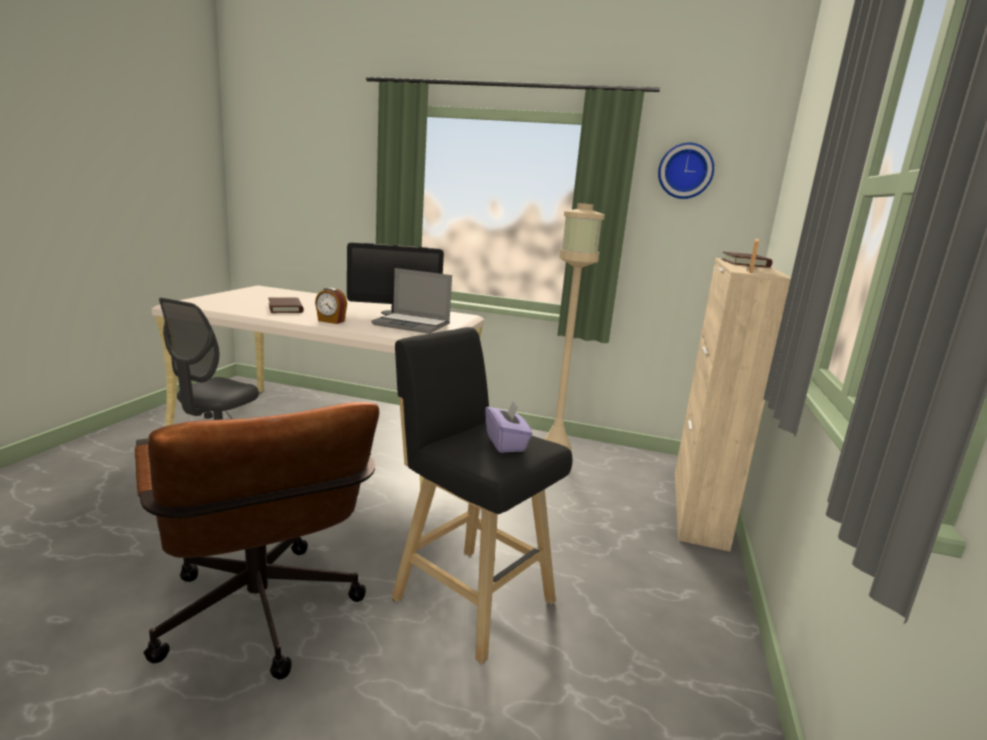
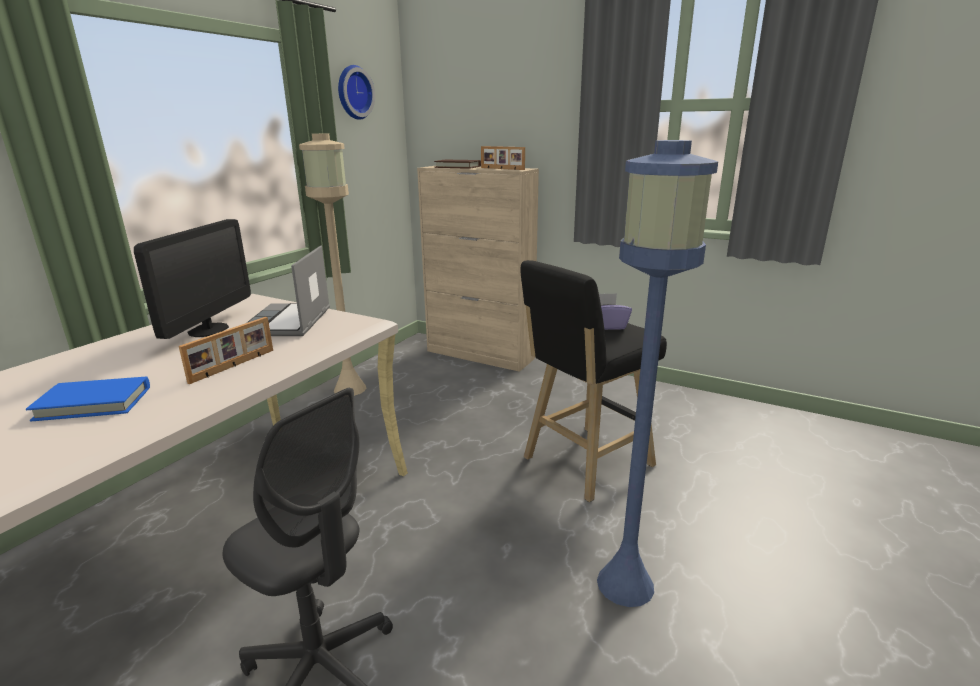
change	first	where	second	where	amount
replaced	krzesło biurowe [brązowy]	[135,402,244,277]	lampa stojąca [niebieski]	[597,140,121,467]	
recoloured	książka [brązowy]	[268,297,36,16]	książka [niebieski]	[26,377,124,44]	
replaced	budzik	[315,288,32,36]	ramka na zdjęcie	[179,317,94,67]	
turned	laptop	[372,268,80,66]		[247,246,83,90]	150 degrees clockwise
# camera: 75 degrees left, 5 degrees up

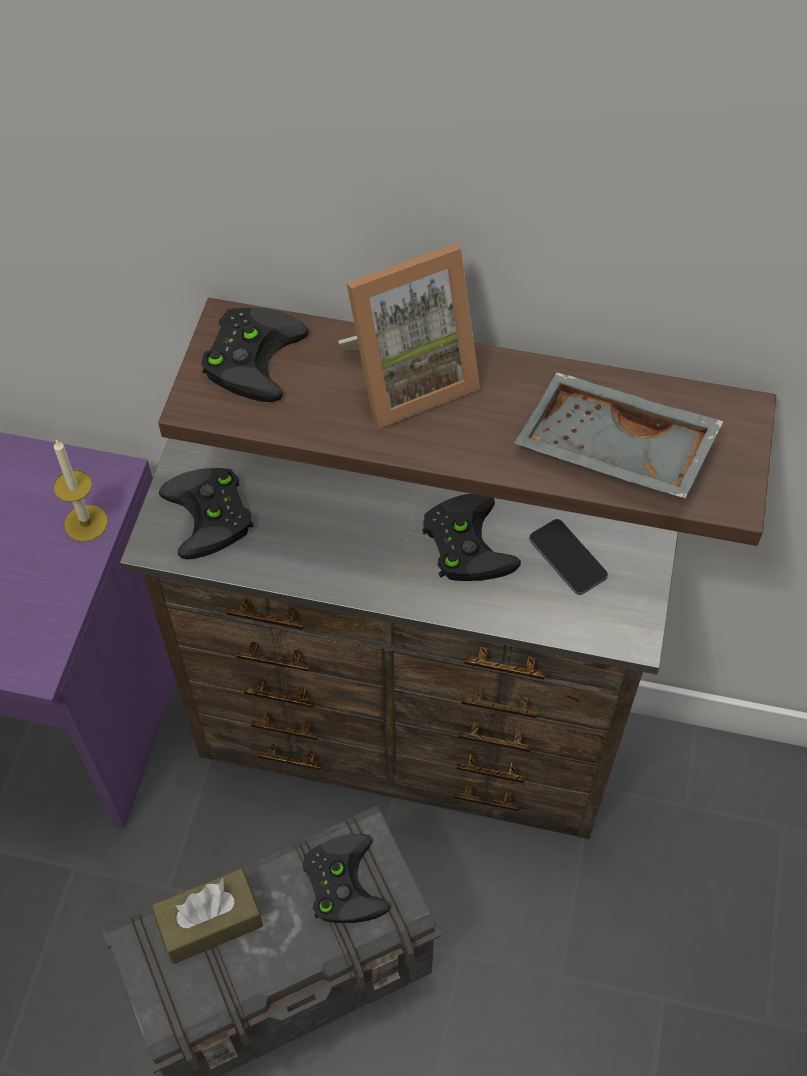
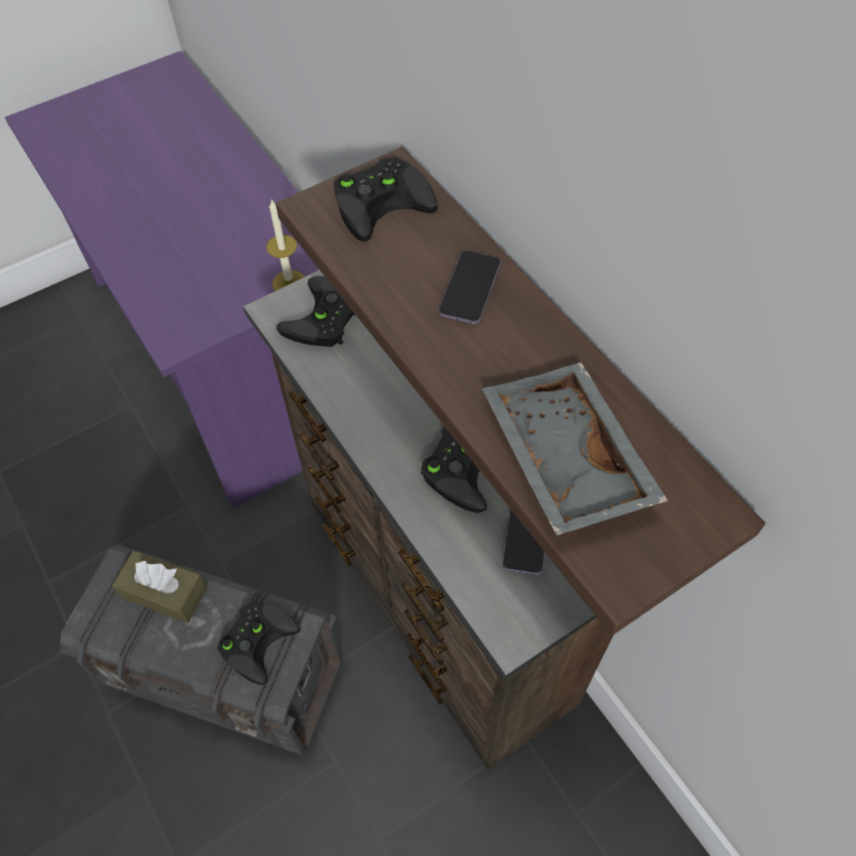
change	first	where	second	where	amount
replaced	ramka na zdjęcie	[338,244,142,185]	telefon	[439,251,62,73]	
# camera: 45 degrees right, 0 degrees up

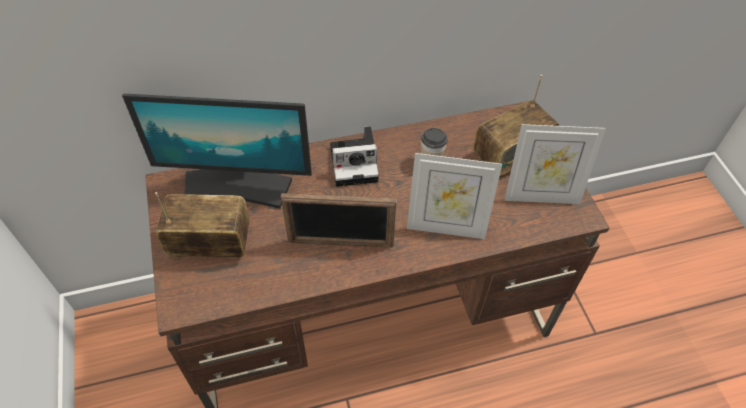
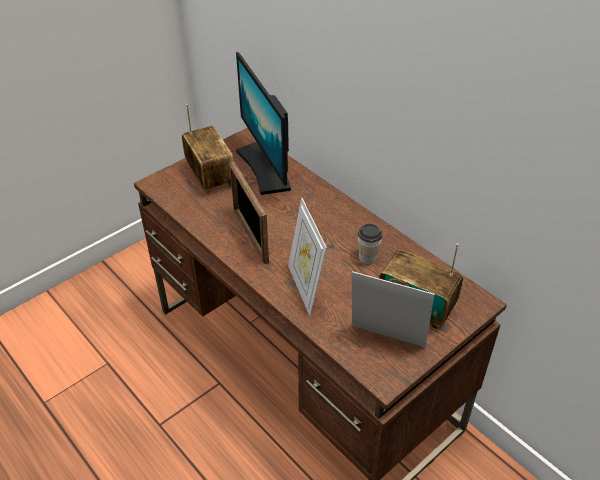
change	first	where	second	where	amount
removed	aparat fotograficzny	[330,126,49,61]			
turned	ramka na zdjęcie	[505,124,101,80]		[352,271,82,77]	135 degrees clockwise
# camera: 65 degrees right, 10 degrees down

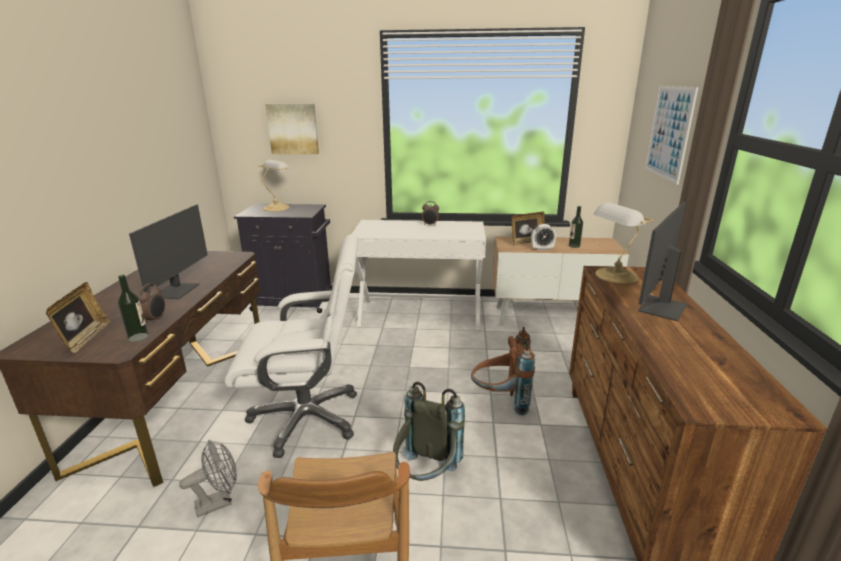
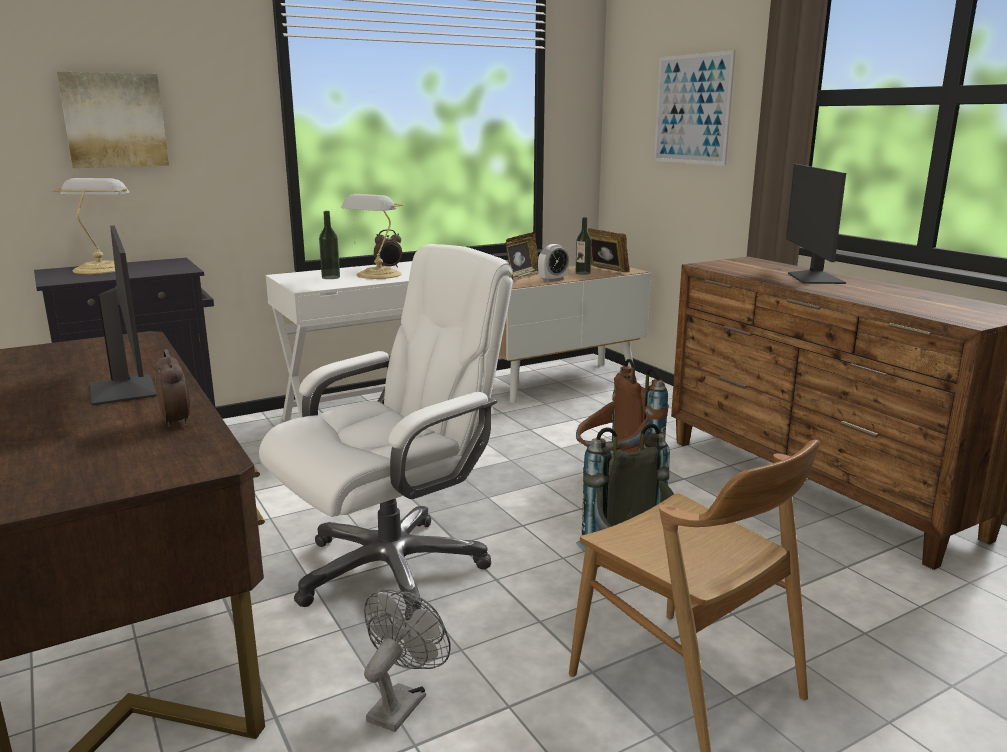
change	first	where	second	where	amount
moved	ramka na zdjęcie	[46,282,65,72]		[588,228,42,44]	
moved	butelka	[118,275,31,67]		[319,211,21,68]	
moved	lampa stołowa	[593,203,61,81]		[341,194,62,85]	
# camera: 35 degrees left, 5 degrees down

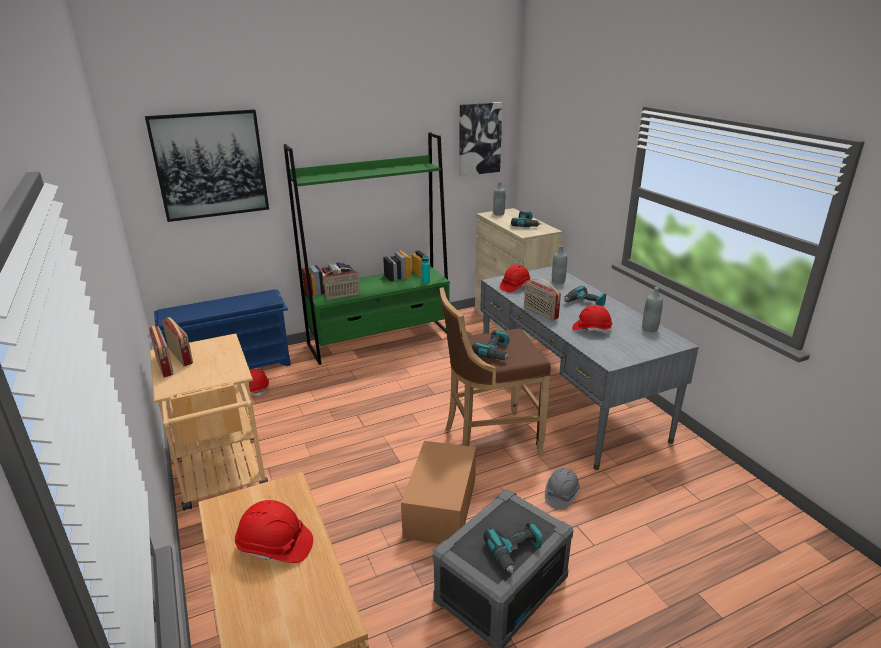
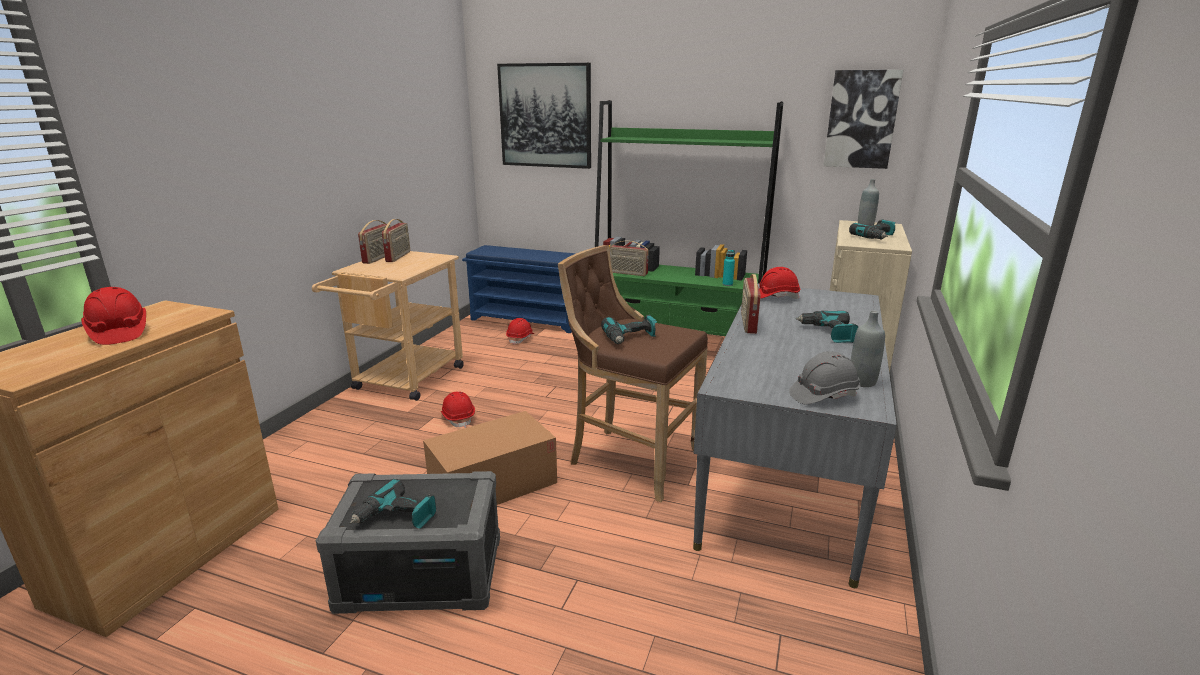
change	first	where	second	where	amount
moved	kask [szary]	[545,468,35,42]		[789,351,71,53]	
removed	butelka [szary]	[552,245,15,39]			
moved	kask [czerwony]	[572,305,41,29]		[441,391,34,37]	
# camera: 45 degrees right, 5 degrees down

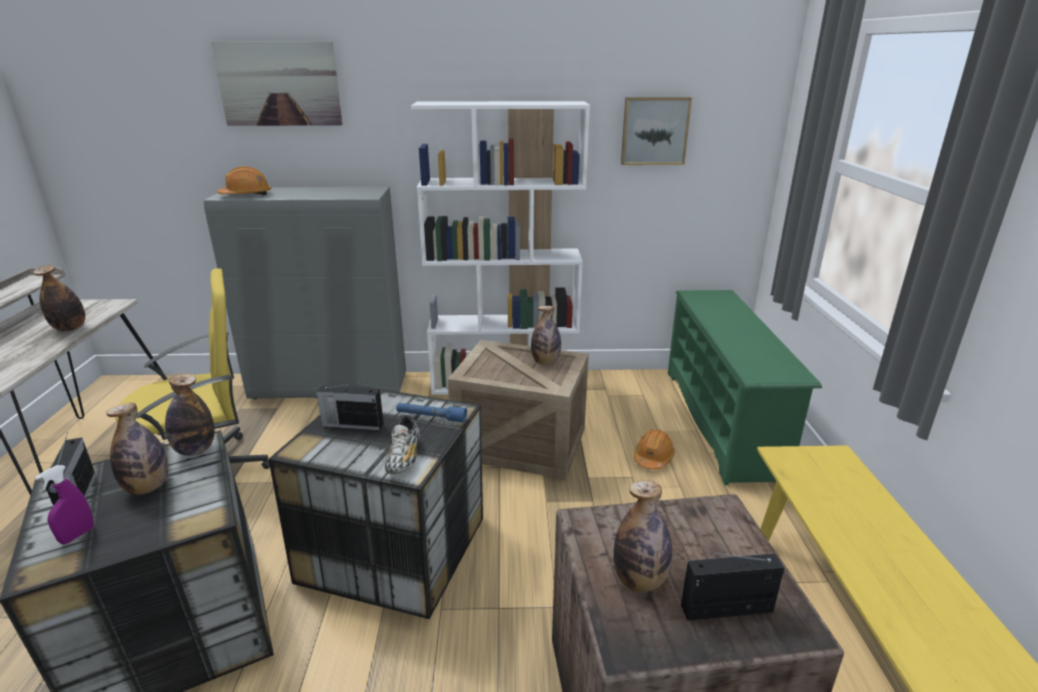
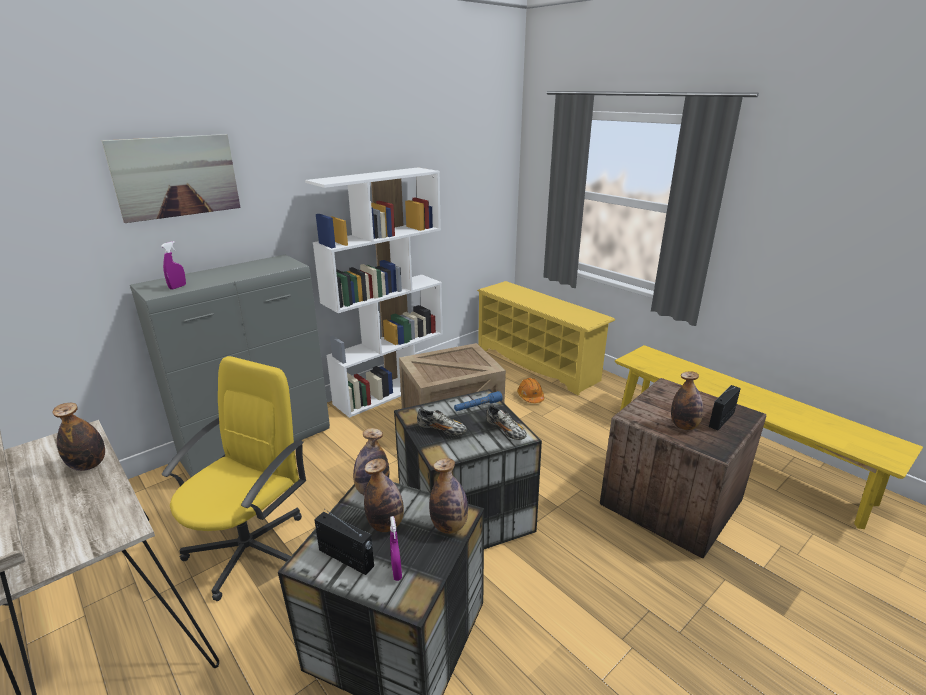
change	first	where	second	where	amount
replaced	kask [pomarańczowy]	[217,166,54,29]	spryskiwacz [fioletowy]	[161,241,25,49]	
replaced	radio	[316,381,68,49]	but	[417,408,50,27]	
moved	butelka	[531,306,30,59]		[429,458,39,76]	
removed	obraz	[621,97,71,68]			
recoloured	regał na buty [zielony]	[668,290,154,195]	regał na buty [żółty]	[477,281,138,114]	
# camera: 40 degrees left, 0 degrees up

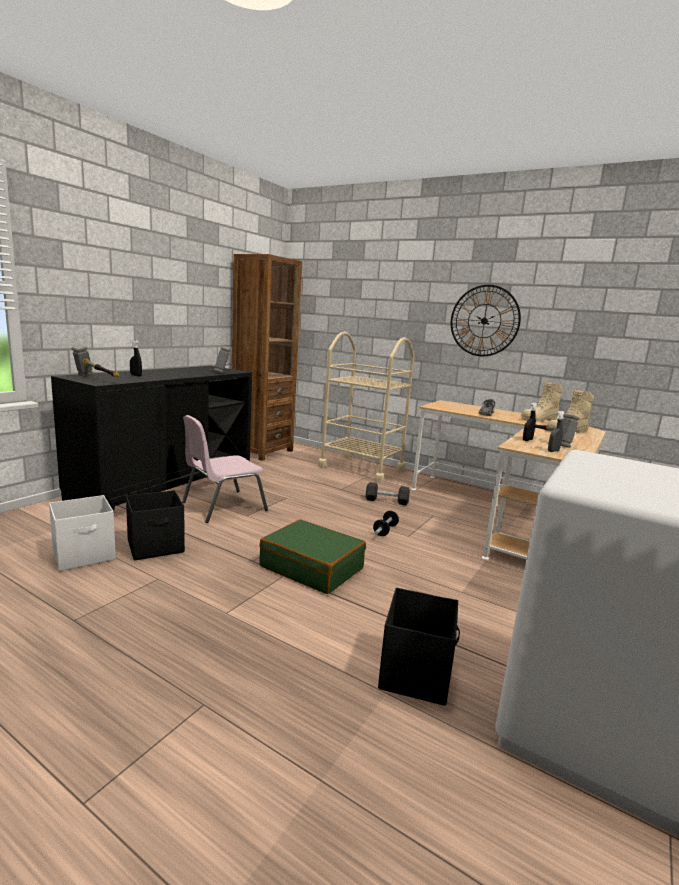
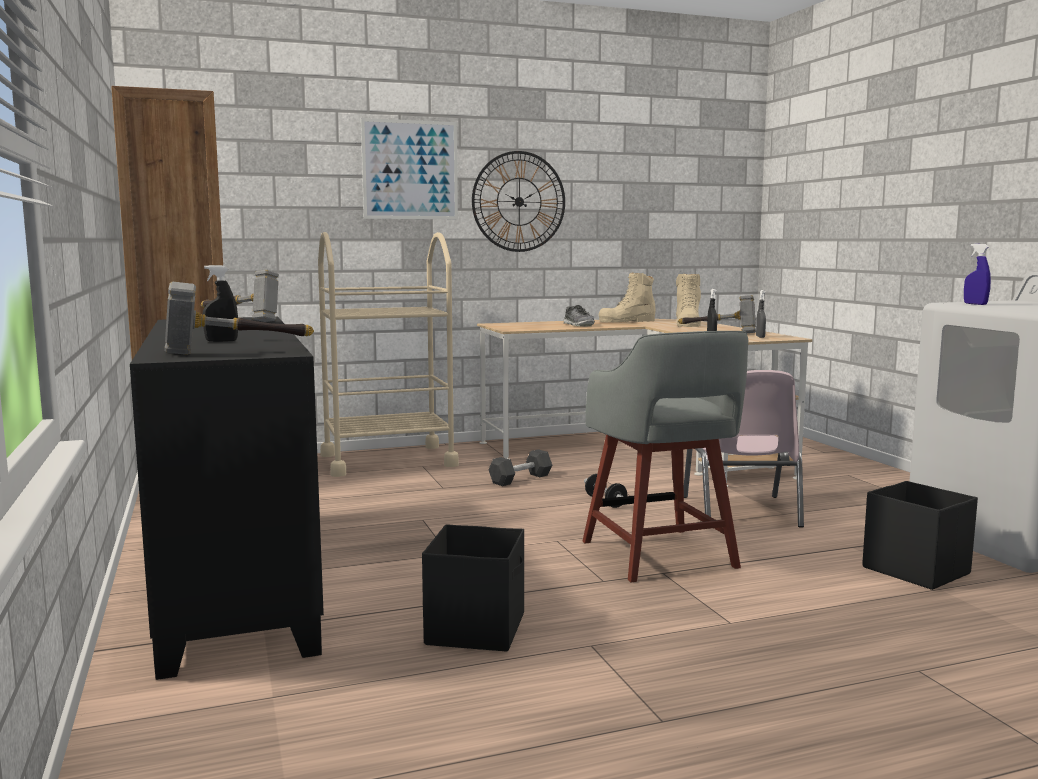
change	first	where	second	where	amount
removed	pojemnik do przechowywania [biały]	[49,495,67,76]			
moved	krzesło [różowy]	[182,415,86,108]		[684,370,120,157]	
replaced	walizka [zielony]	[259,519,107,75]	stołek [szary]	[582,331,166,251]	
turned	but z cholewką [beżowy]	[521,381,42,41]		[599,273,56,49]	60 degrees clockwise
added			obraz	[361,118,97,101]	
added			spryskiwacz [niebieski]	[964,244,27,61]	
# camera: 50 degrees left, 5 degrees down

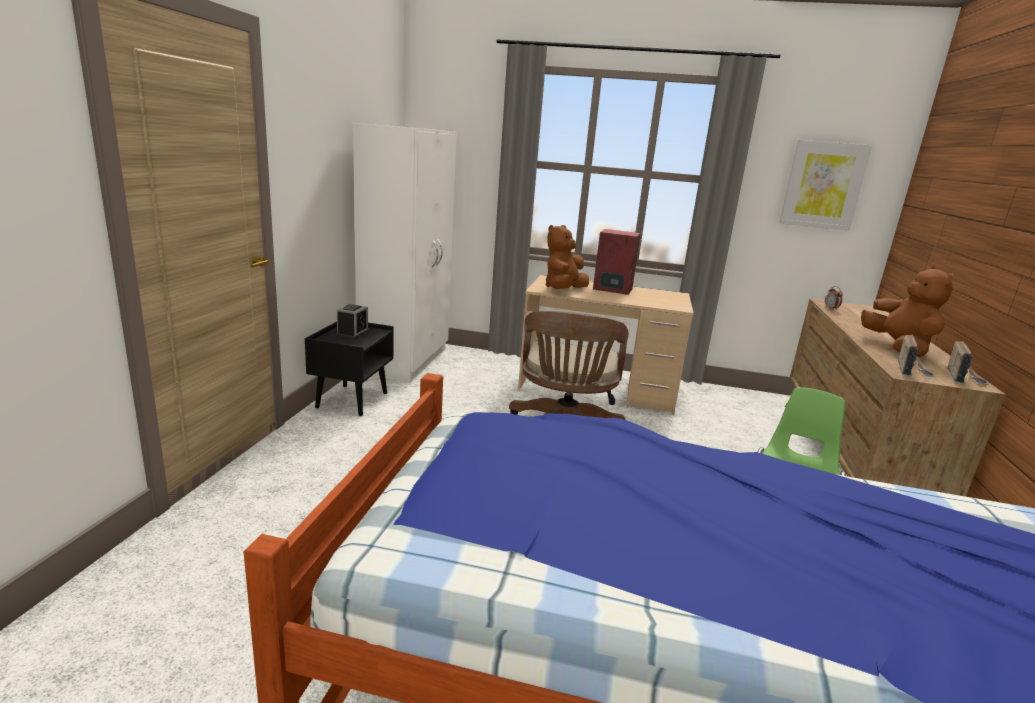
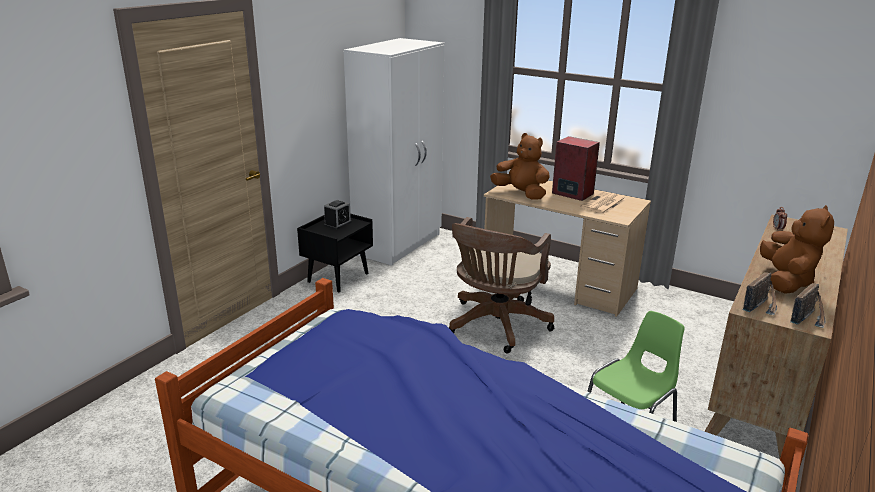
change	first	where	second	where	amount
turned	pluszak [brązowy]	[546,225,43,64]		[490,133,60,67]	75 degrees clockwise
removed	obraz	[779,140,93,91]			
added			gazeta	[580,192,46,22]	
# camera: 20 degrees right, 5 degrees up

